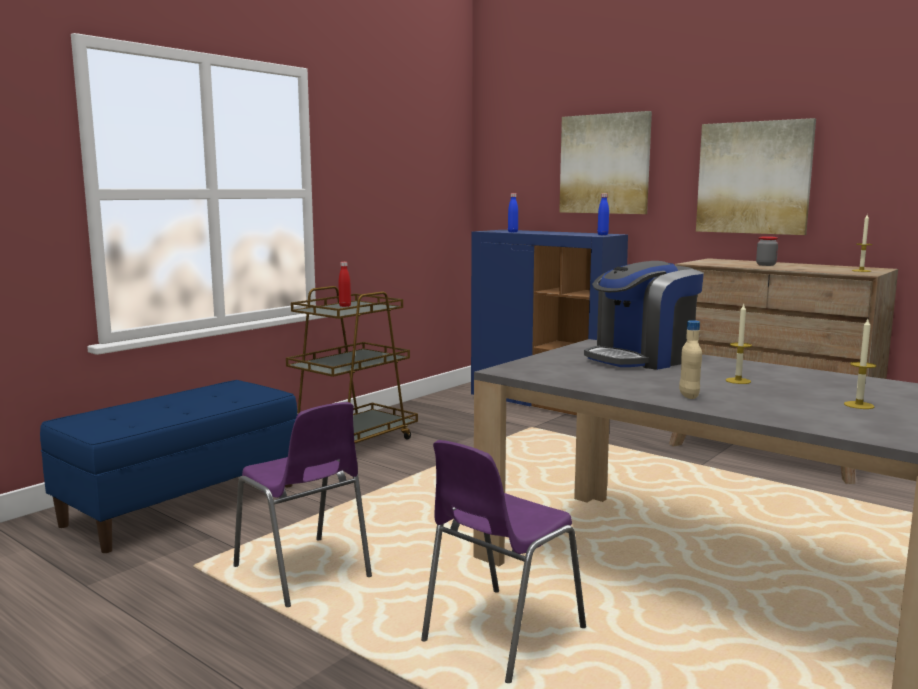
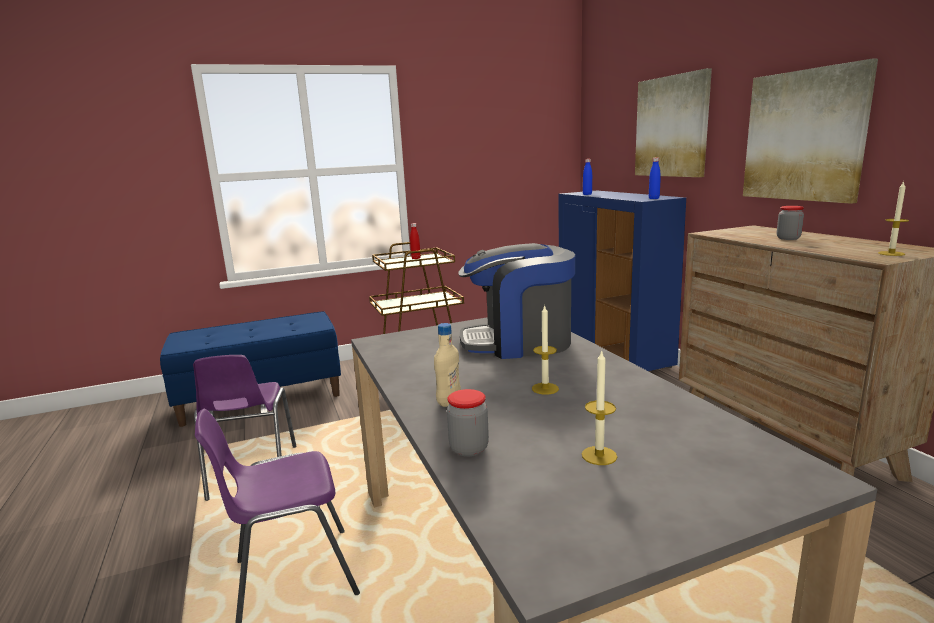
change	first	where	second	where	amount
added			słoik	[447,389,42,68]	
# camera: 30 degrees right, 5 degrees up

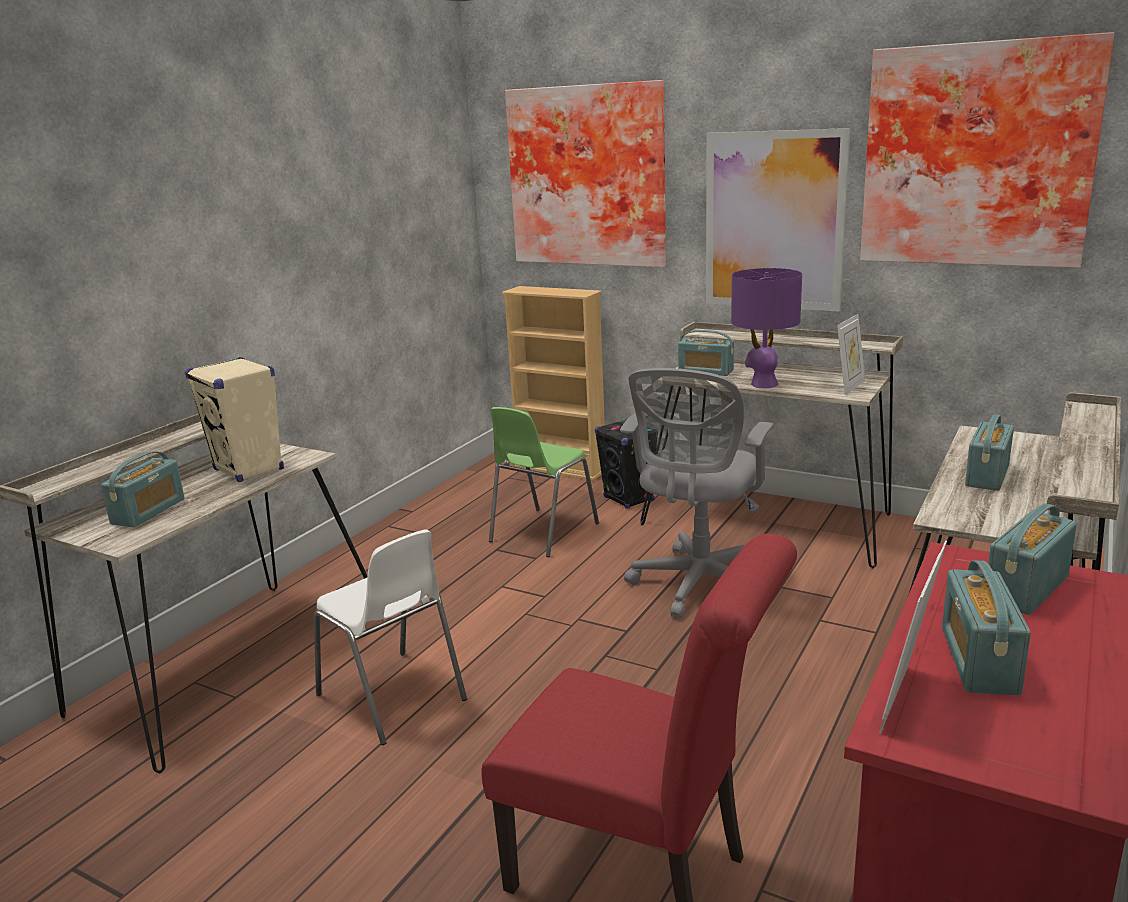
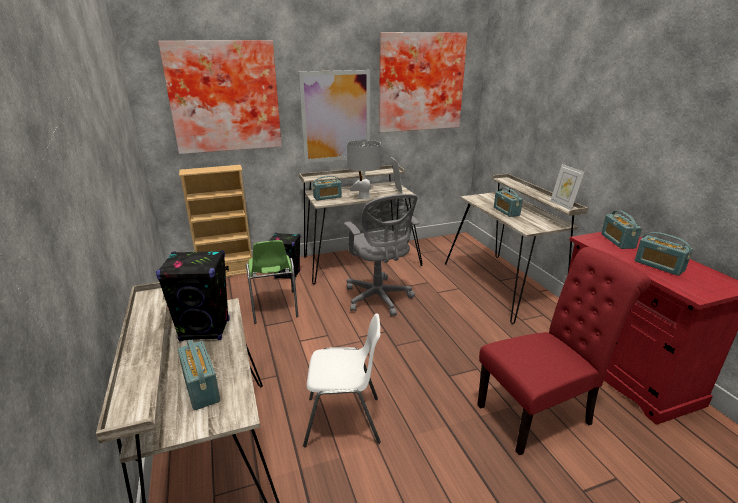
change	first	where	second	where	amount
recoloured	głośnik [beżowy]	[185,357,99,125]	głośnik [czarny]	[156,250,74,91]	
recoloured	lampa stołowa [fioletowy]	[731,268,71,120]	lampa stołowa [szary]	[347,140,34,60]	
moved	ramka na zdjęcie	[879,540,68,194]		[550,164,34,46]	
# camera: 50 degrees left, 5 degrees up

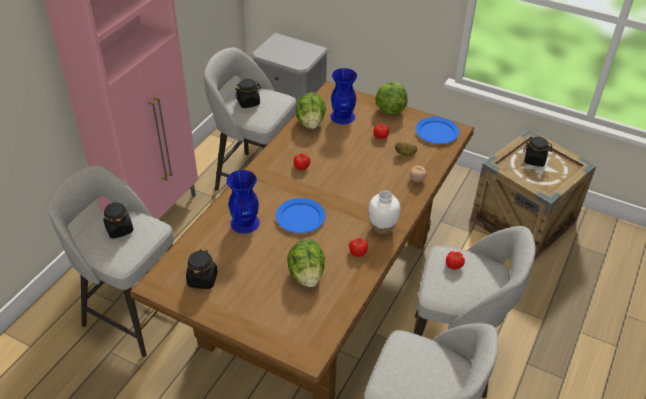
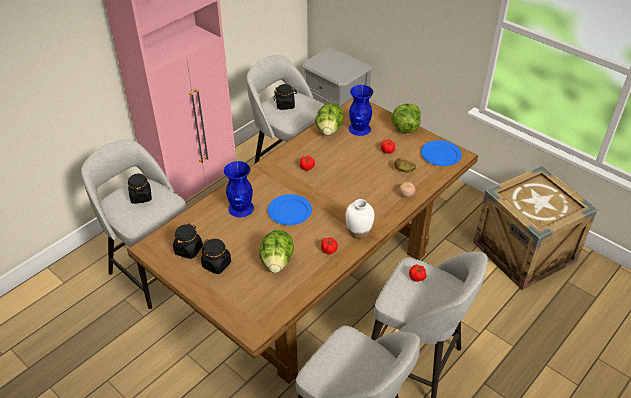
change	first	where	second	where	amount
moved	słoik [czarny]	[523,137,30,30]		[201,239,30,35]	
# camera: 15 degrees right, 0 degrees up

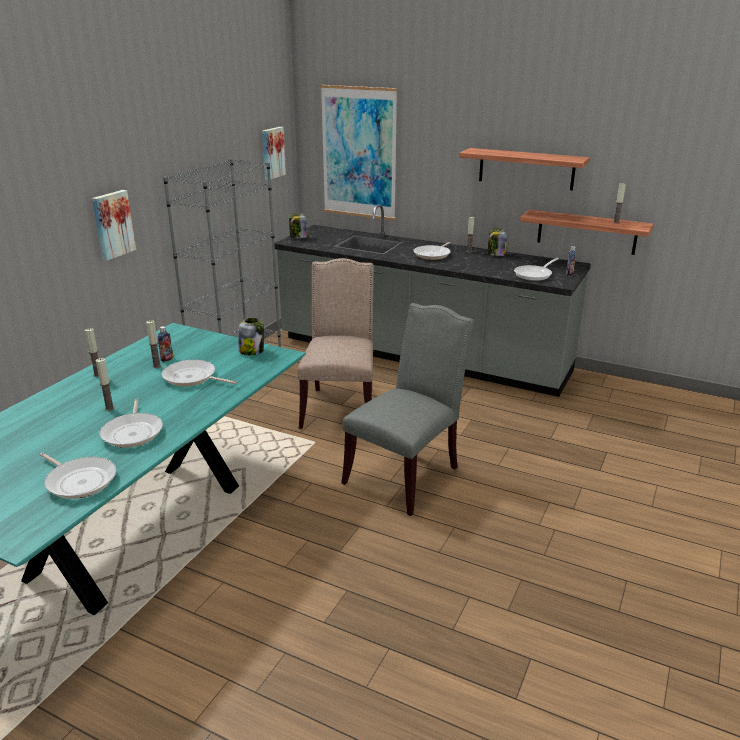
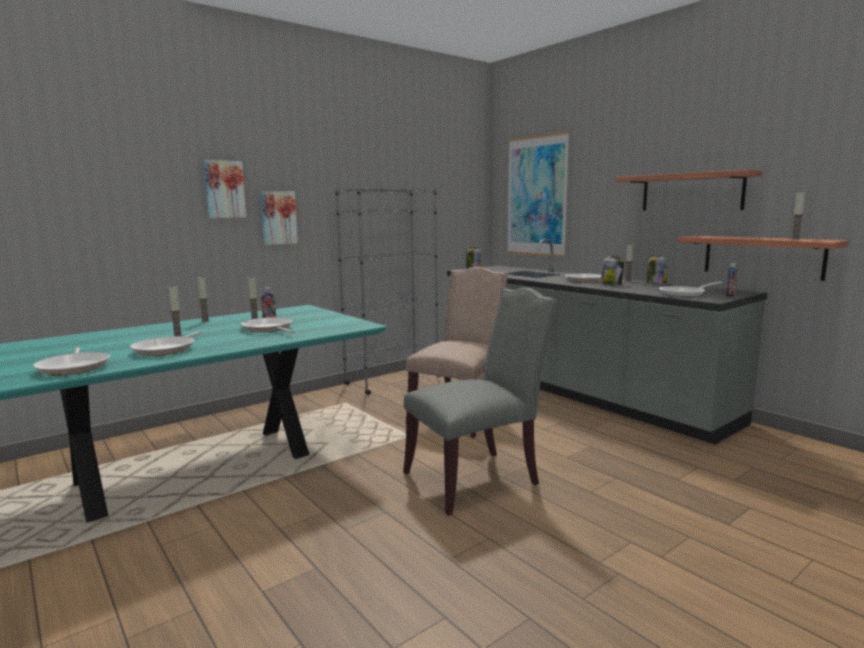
change	first	where	second	where	amount
moved	słoik	[238,318,26,37]		[600,256,24,29]	
moved	obraz	[262,127,24,53]		[203,160,44,58]	
# camera: 25 degrees right, 15 degrees down

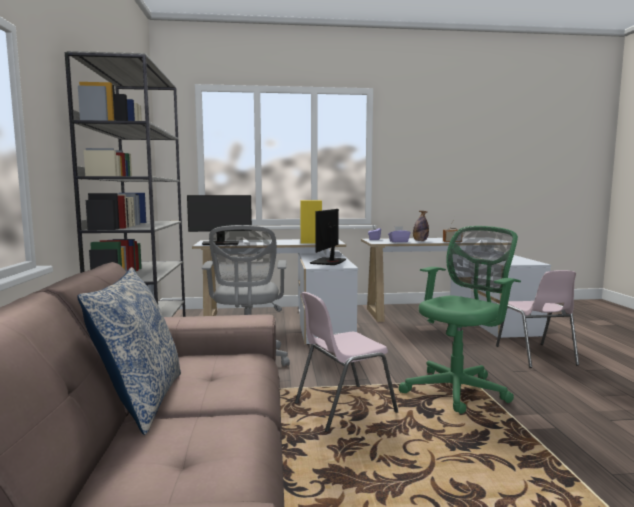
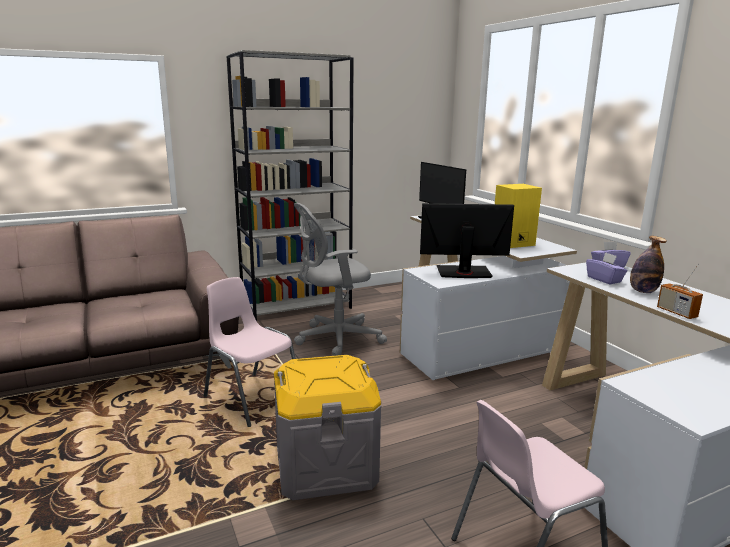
change	first	where	second	where	amount
removed	poduszka	[77,267,104,168]			
replaced	krzesło biurowe [zielony]	[398,226,123,188]	pojemnik do przechowywania [szary]	[274,355,108,145]	
# camera: 70 degrees right, 10 degrees up

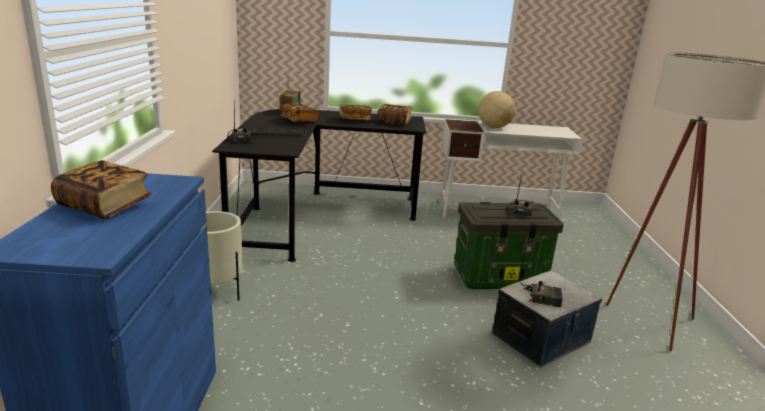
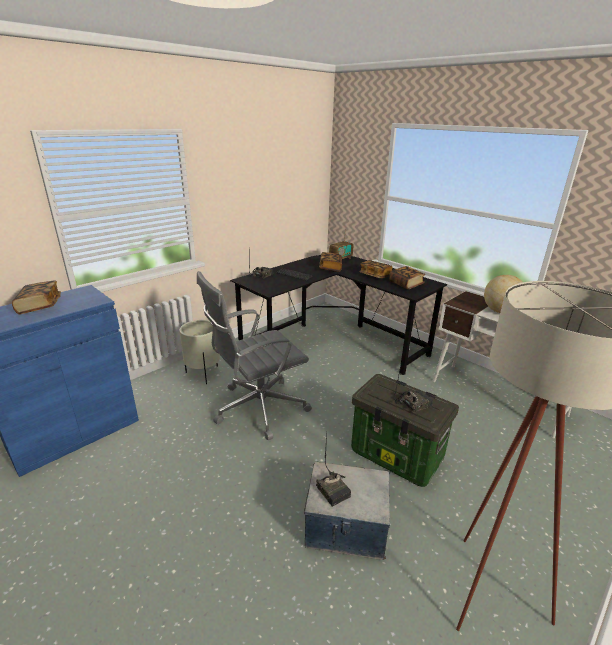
change	first	where	second	where	amount
added			krzesło biurowe [szary]	[197,271,115,169]	
# camera: 45 degrees right, 5 degrees up

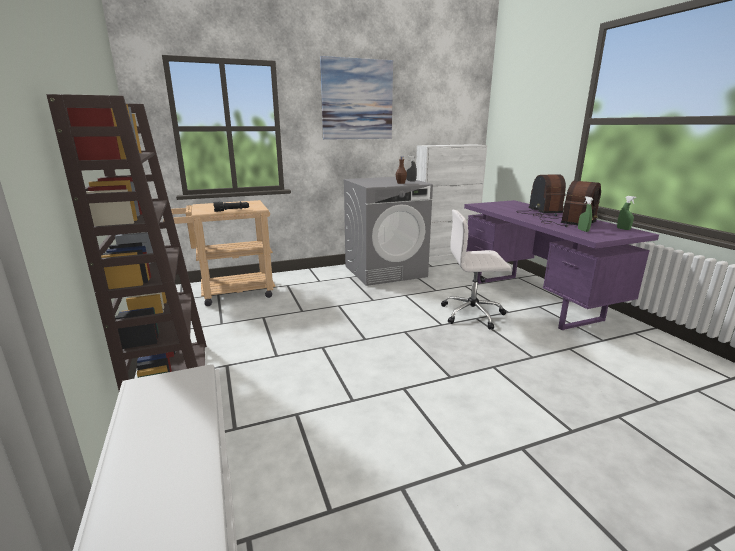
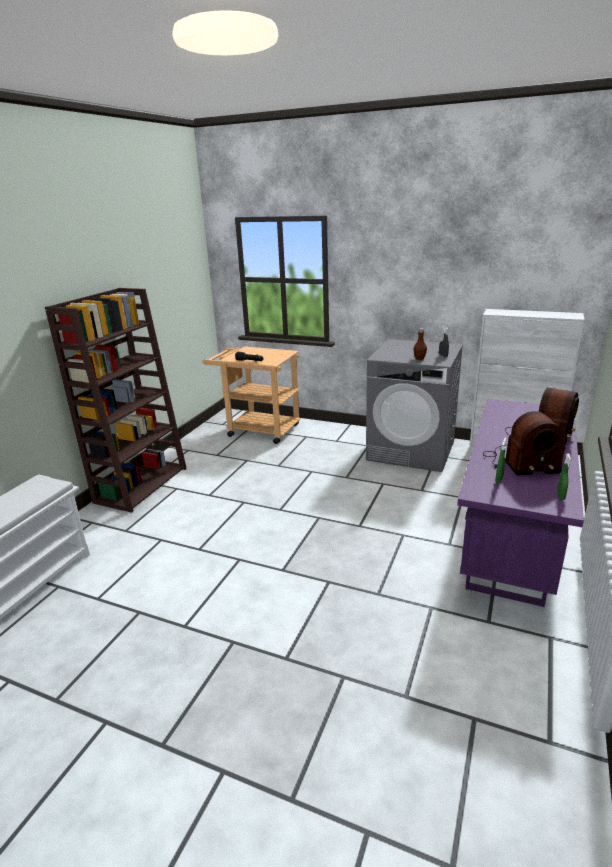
change	first	where	second	where	amount
removed	obraz	[320,56,73,84]			
removed	krzesło biurowe [biały]	[441,210,70,120]			
# camera: 45 degrees right, 5 degrees up

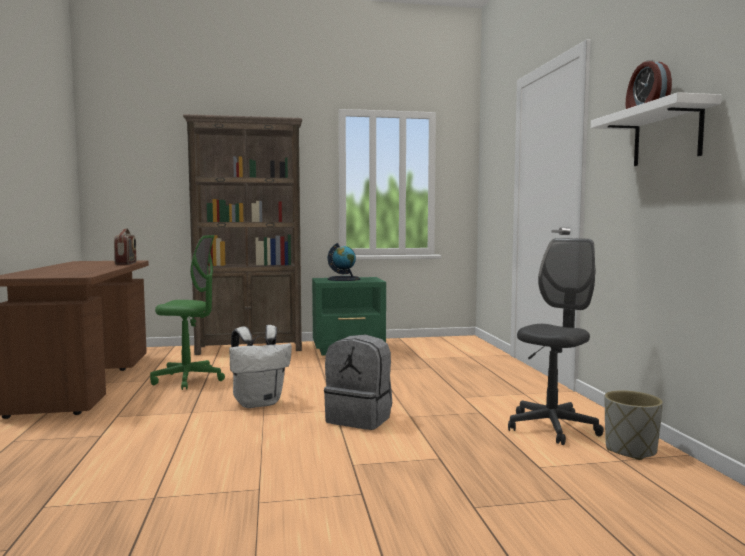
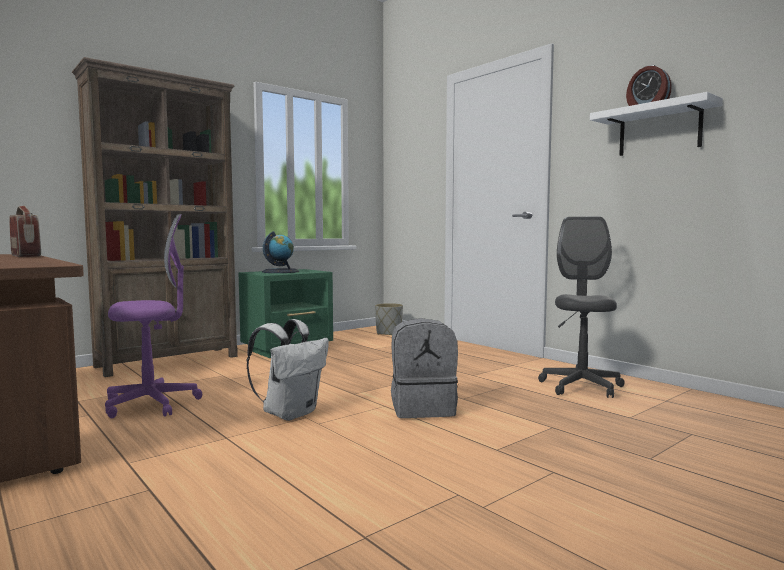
change	first	where	second	where	amount
recoloured	krzesło biurowe [zielony]	[150,235,75,155]	krzesło biurowe [fioletowy]	[105,214,97,204]	
moved	donica [szary]	[605,390,58,70]		[375,303,28,32]	
# camera: 30 degrees left, 0 degrees up

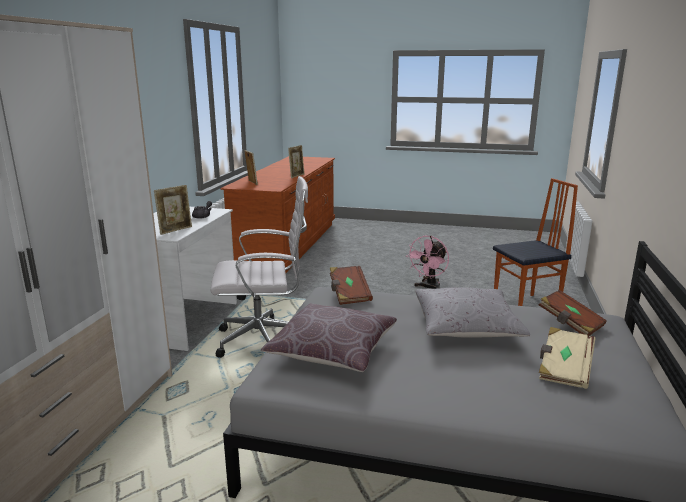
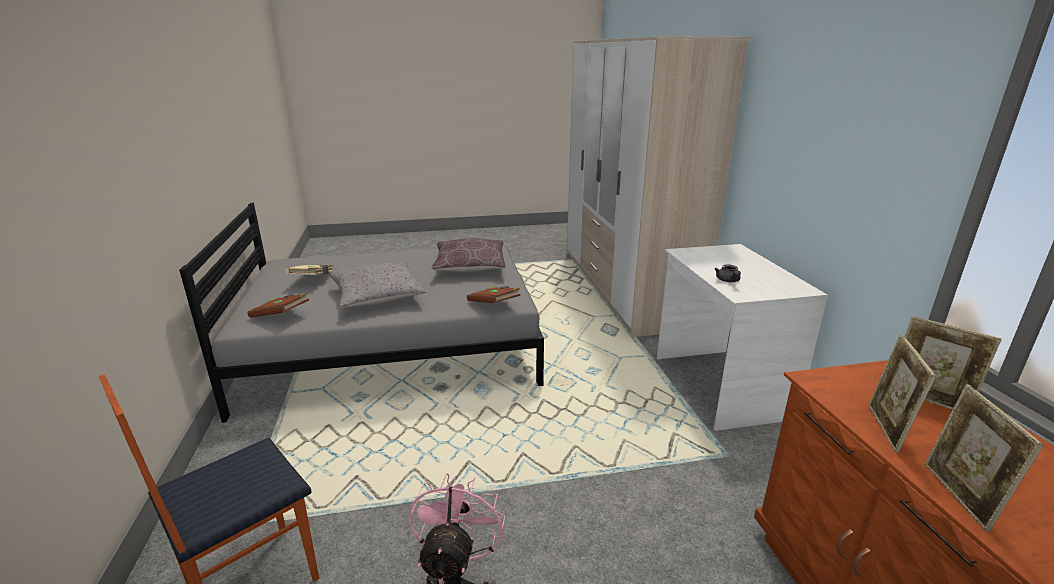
change	first	where	second	where	amount
moved	ramka na zdjęcie	[154,185,38,50]		[868,334,68,119]	
removed	krzesło biurowe [biały]	[210,176,98,182]			
# camera: 155 degrees right, 5 degrees up

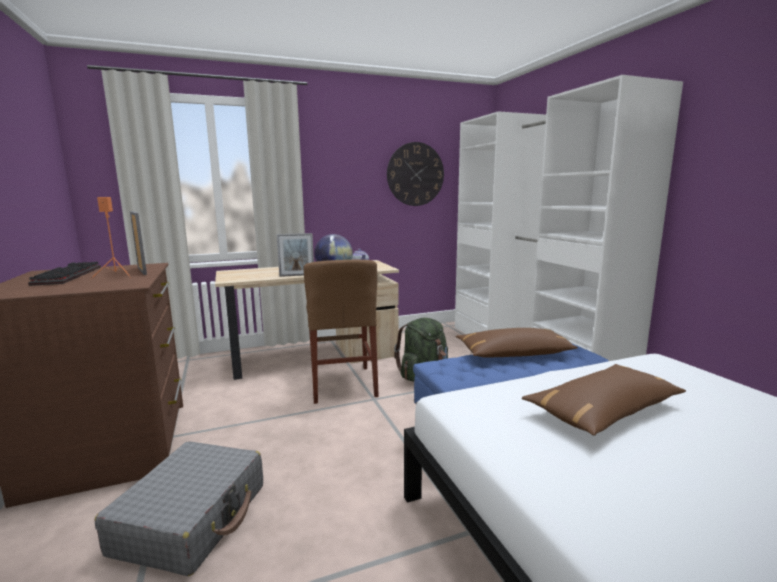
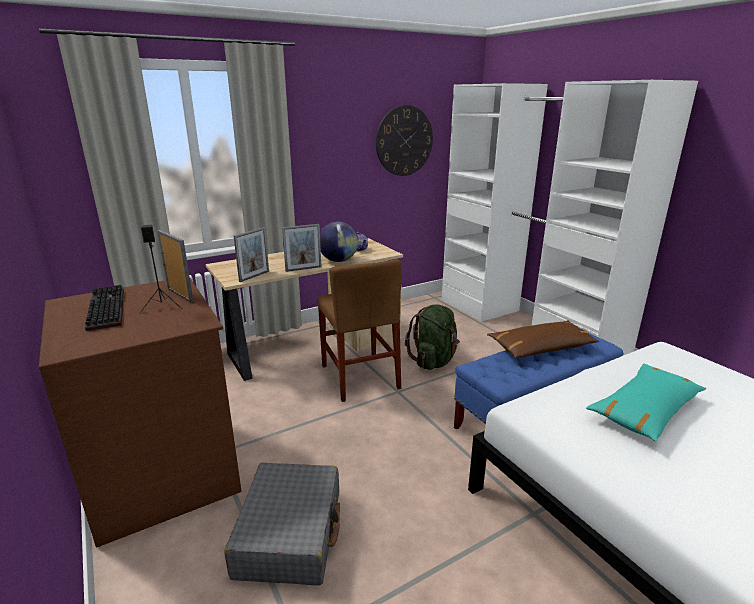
change	first	where	second	where	amount
recoloured	głośnik [pomarańczowy]	[91,197,40,82]	głośnik [czarny]	[140,225,42,88]	
recoloured	poduszka [brązowy]	[522,364,164,72]	poduszka [turkusowy]	[586,363,120,78]	
added			ramka na zdjęcie	[234,227,35,55]	
# camera: 10 degrees left, 10 degrees up

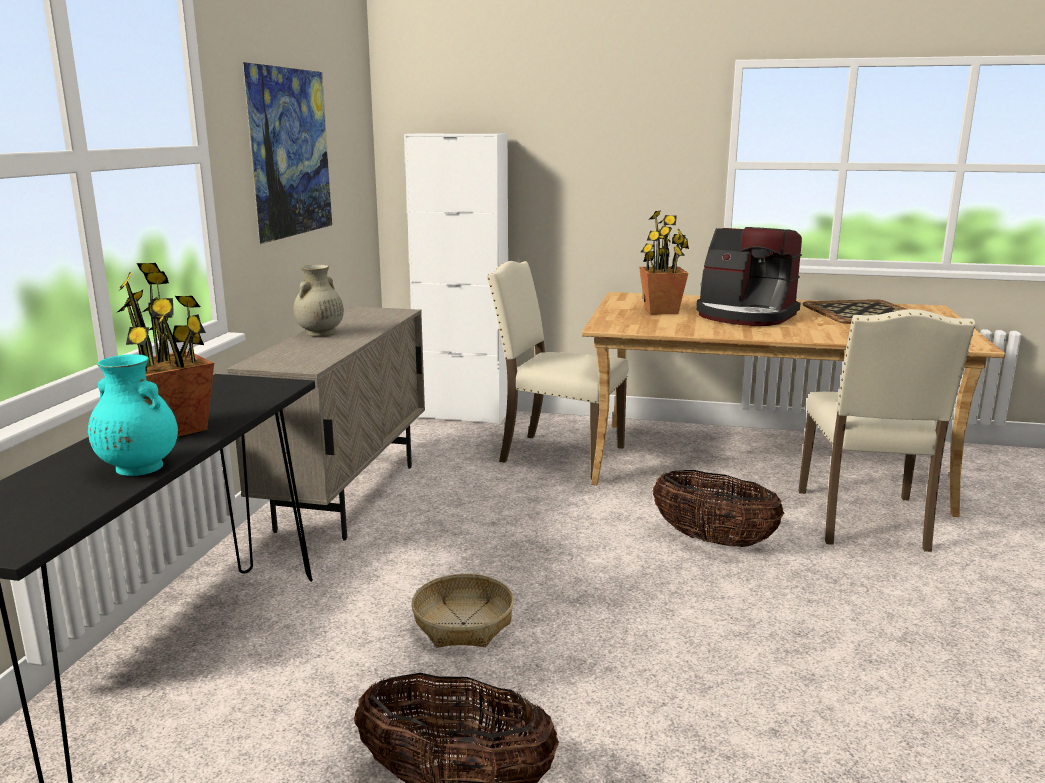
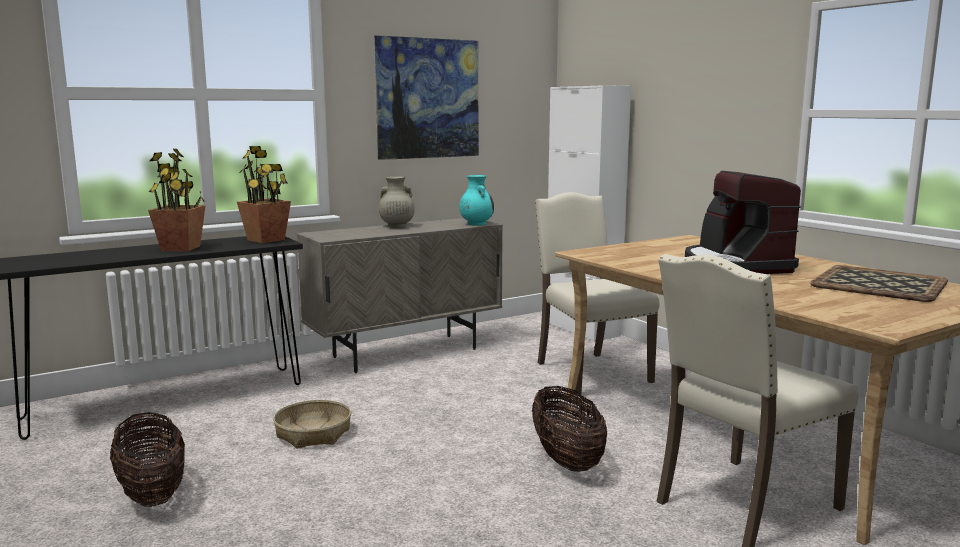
change	first	where	second	where	amount
moved	wazon [turkusowy]	[88,354,90,122]		[459,175,35,51]	
moved	roślina doniczkowa	[639,210,50,104]		[237,146,54,97]	
# camera: 45 degrees right, 5 degrees down

